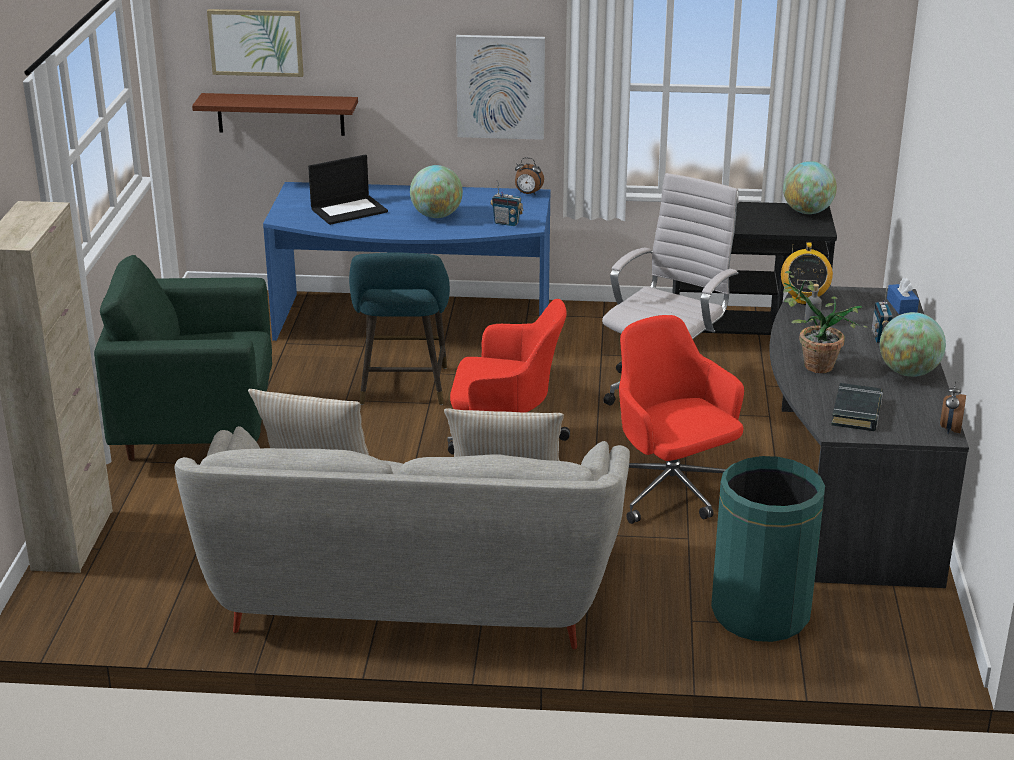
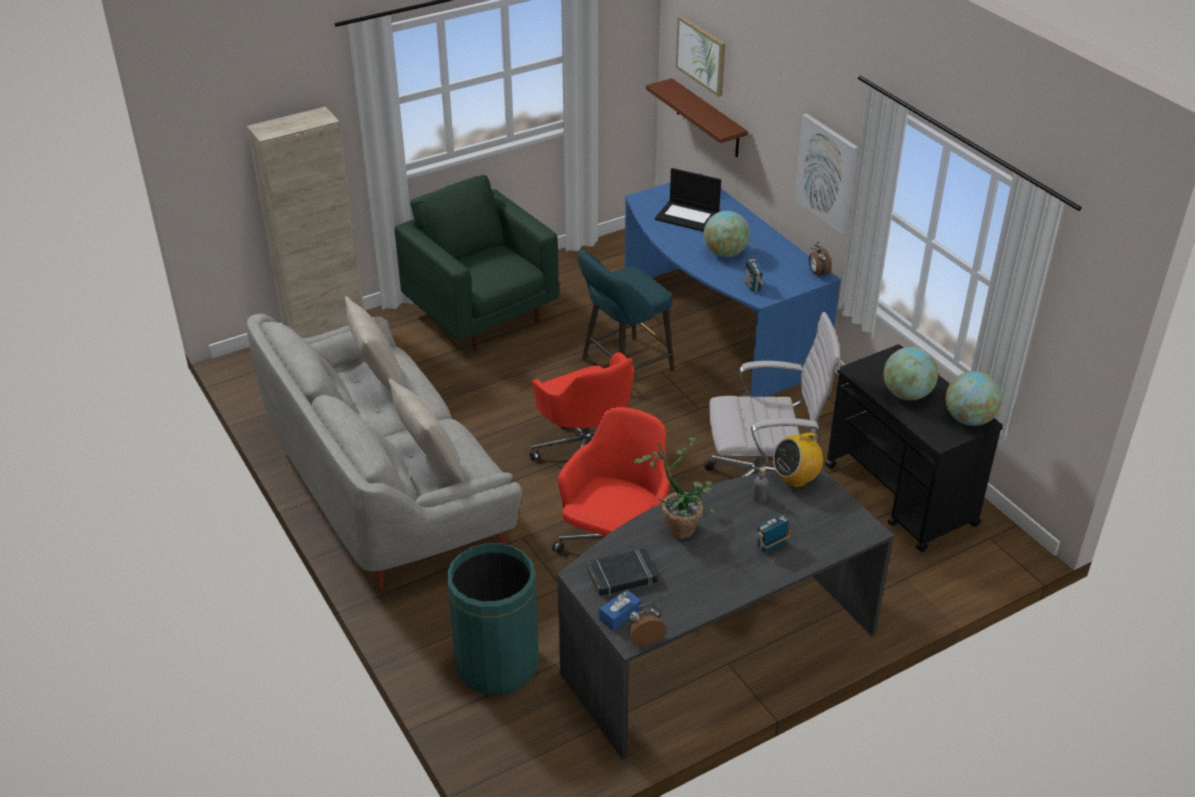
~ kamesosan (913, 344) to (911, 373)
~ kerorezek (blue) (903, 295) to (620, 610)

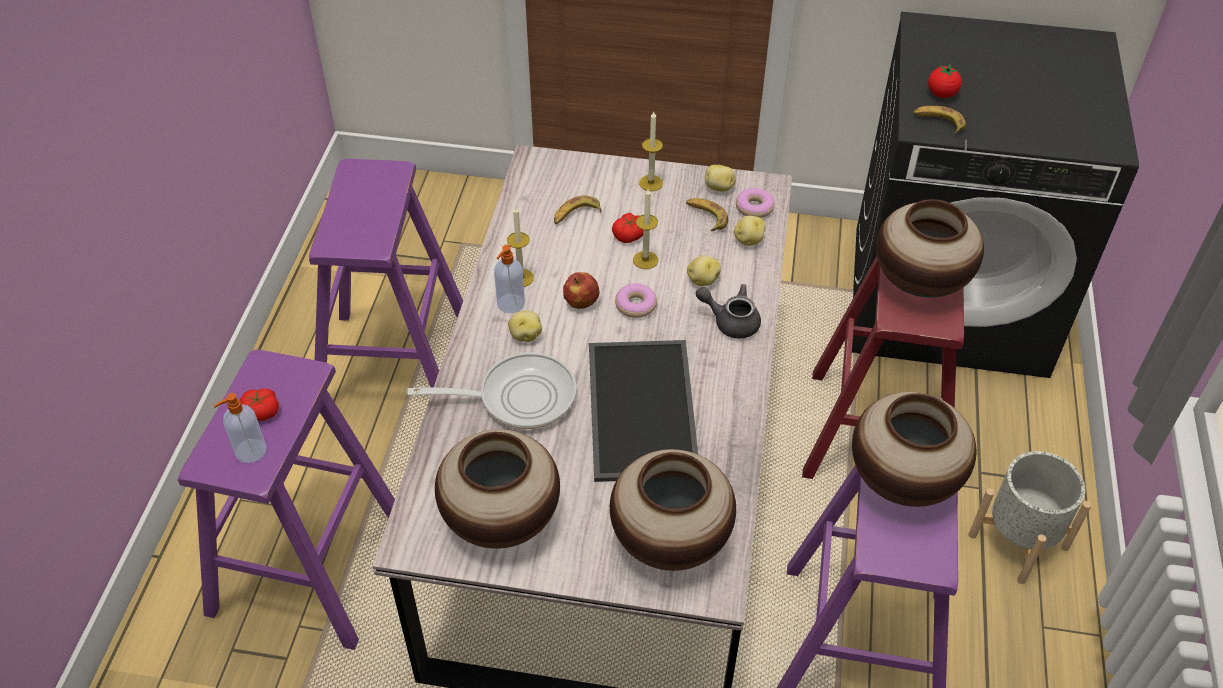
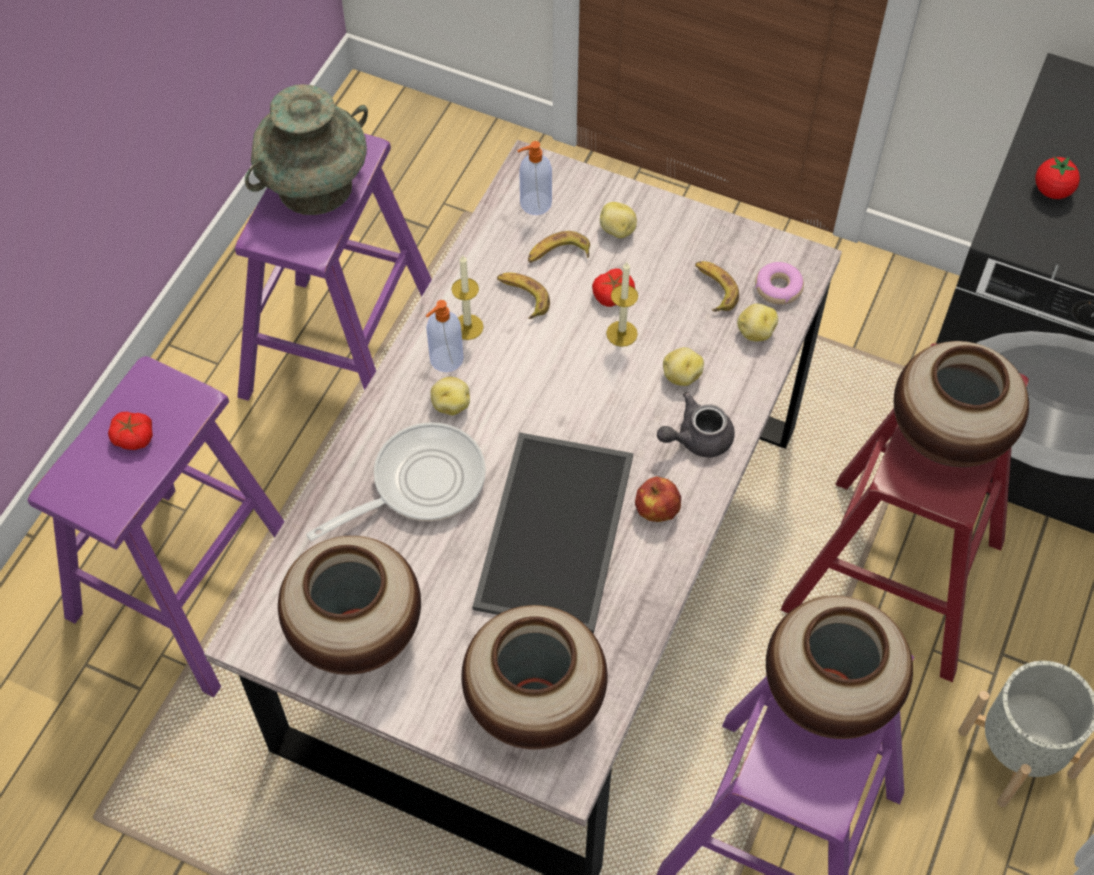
- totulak (636, 300)
- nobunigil (651, 151)
+ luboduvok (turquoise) (306, 149)
~ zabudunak (240, 428) to (534, 178)
~ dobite (581, 290) to (658, 499)
~ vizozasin (720, 178) to (618, 220)
~ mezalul (939, 120) to (523, 295)
~ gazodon (491, 390) = (396, 481) 45 degrees counterclockwise
~ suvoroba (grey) (728, 311) = (696, 424) 60 degrees counterclockwise

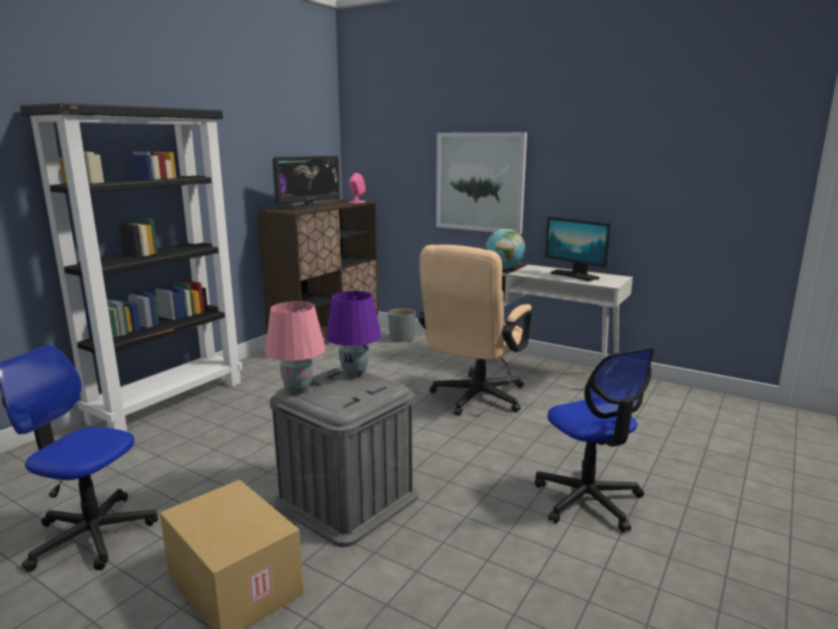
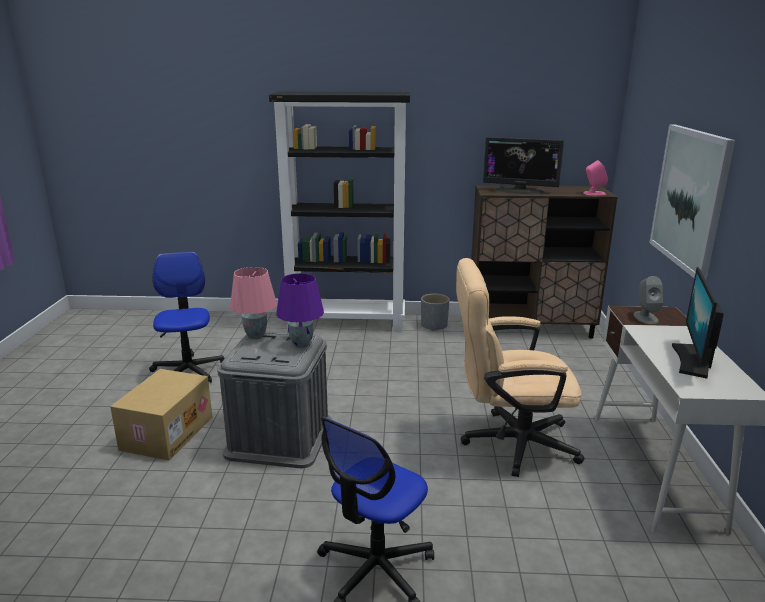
~ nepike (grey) (401, 325) to (435, 312)
~ kamesosan (505, 249) to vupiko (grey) (648, 300)

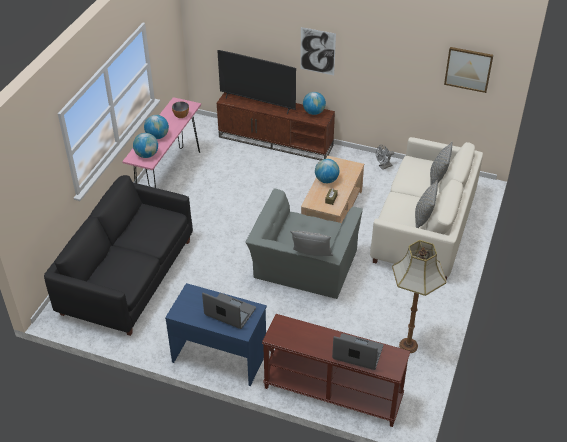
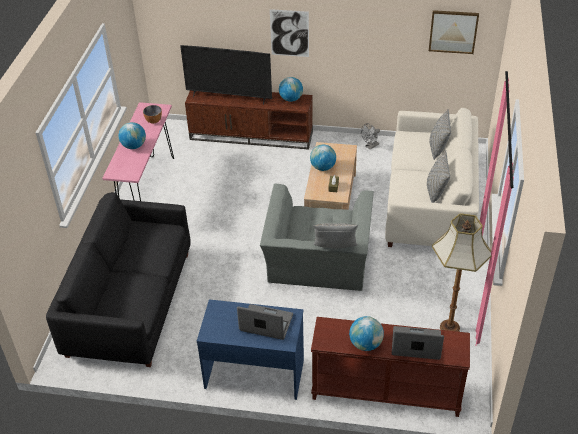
~ kamesosan (145, 145) to (366, 333)

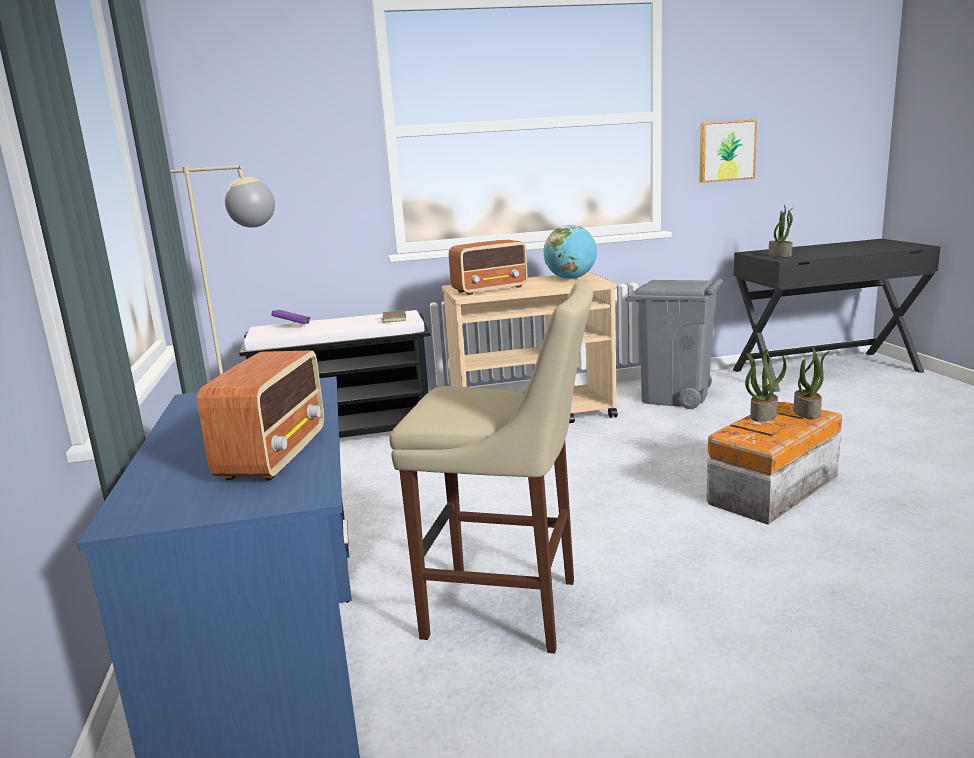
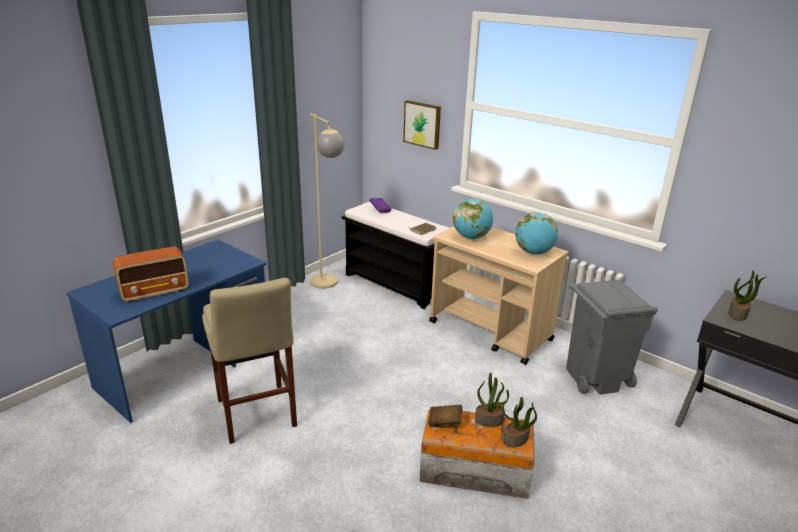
+ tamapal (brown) (445, 416)
~ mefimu (728, 151) to (422, 125)
~ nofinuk (488, 267) to kamesosan (473, 219)

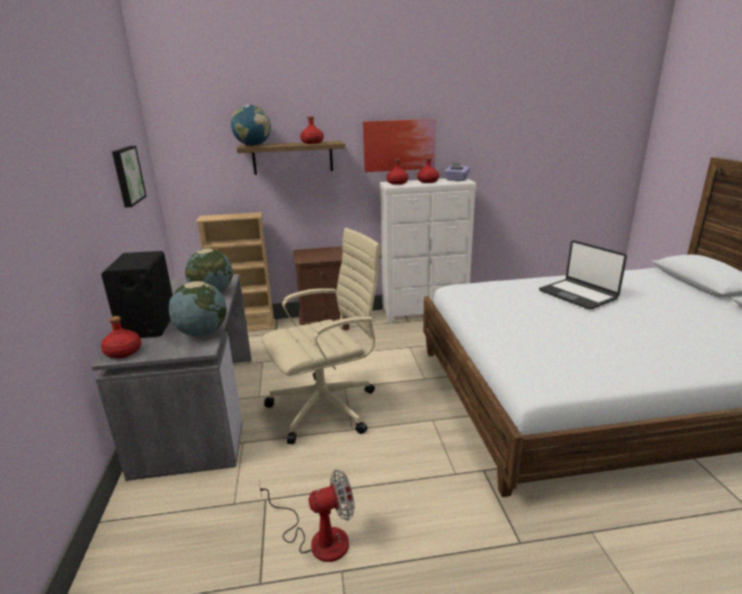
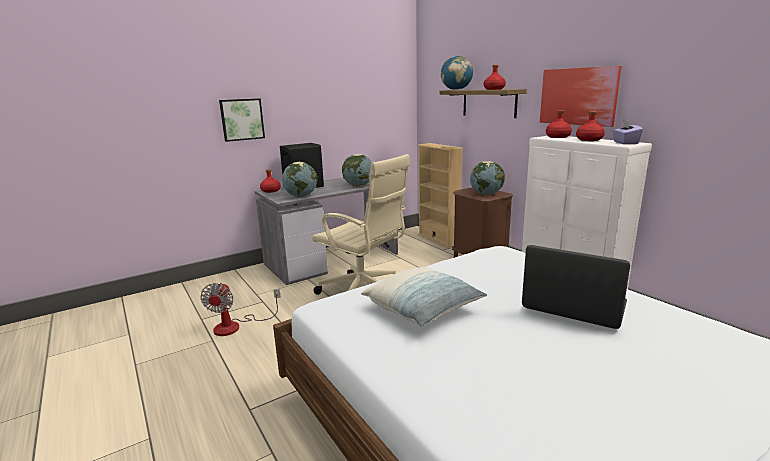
+ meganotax (424, 296)
+ kamesosan (487, 178)
~ mefimu (129, 177) to (242, 120)
~ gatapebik (306, 515) = (240, 309) 45 degrees clockwise
~ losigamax (583, 275) = (576, 287) 90 degrees clockwise

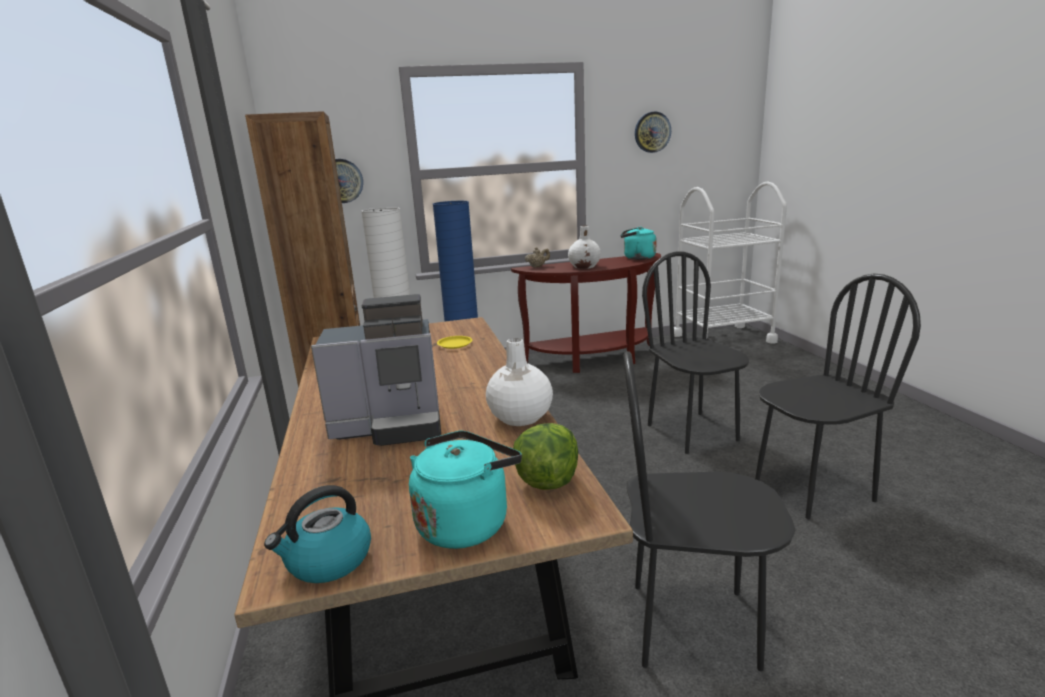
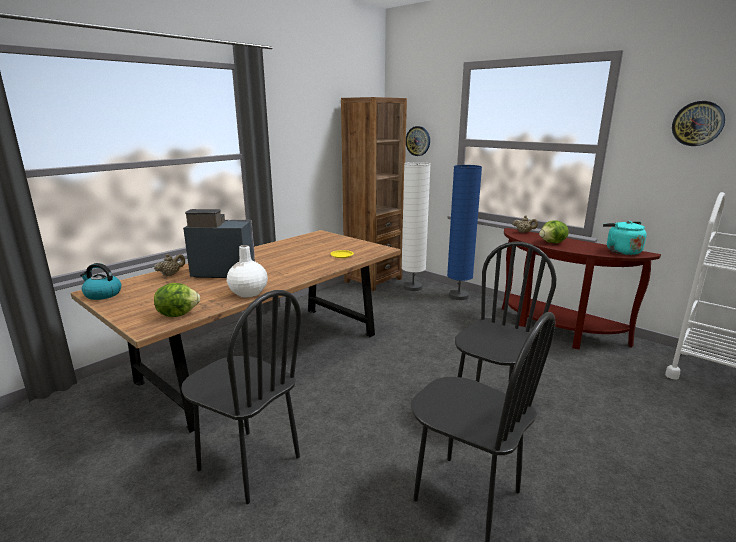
- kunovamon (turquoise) (465, 490)
+ suvoroba (beige) (169, 265)
~ luboduvok (white) (584, 247) to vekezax (554, 231)
~ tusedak (376, 370) = (219, 243) 135 degrees clockwise
~ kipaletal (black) (709, 511) = (241, 397) 150 degrees clockwise

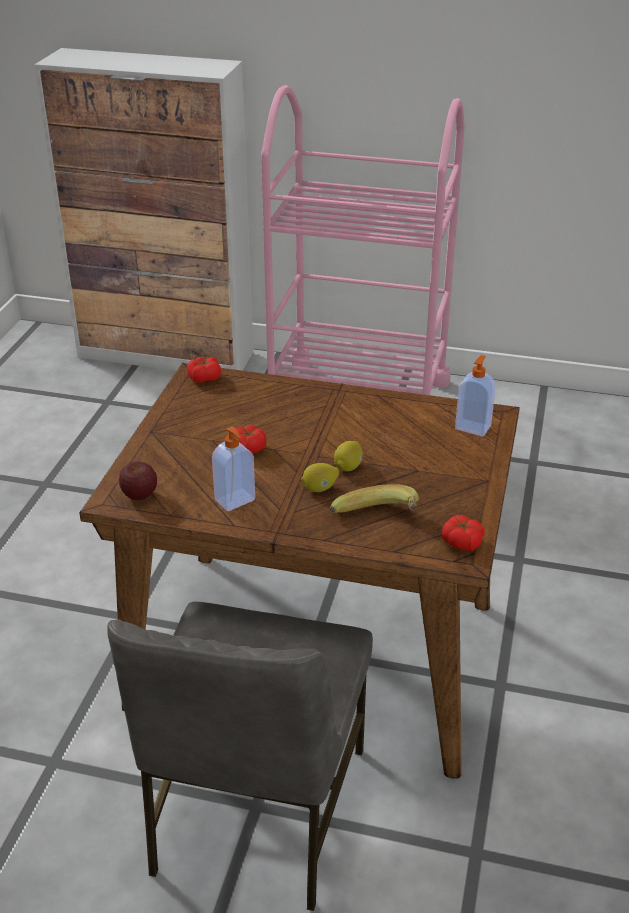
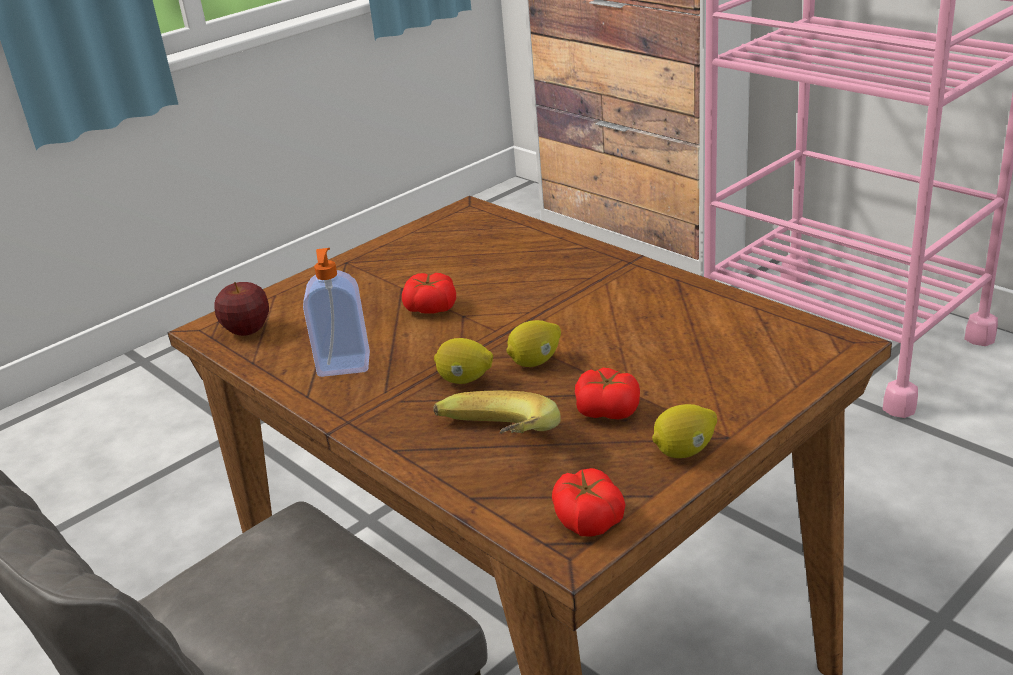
- zabudunak (475, 395)
+ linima (684, 431)
~ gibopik (204, 370) to (607, 393)

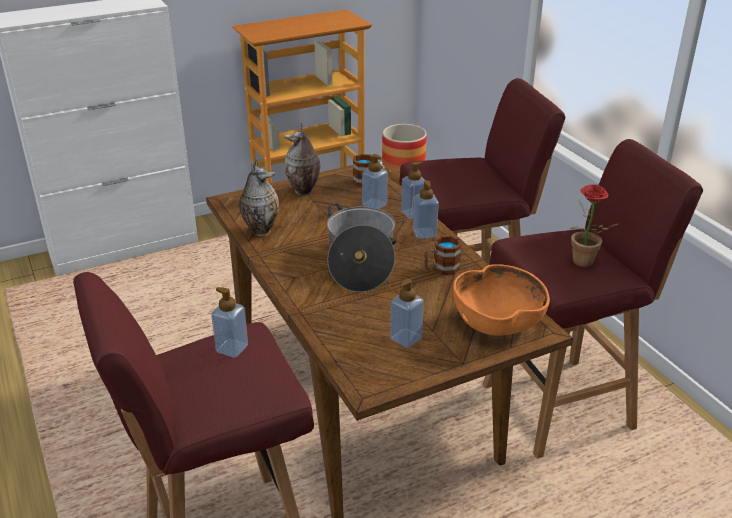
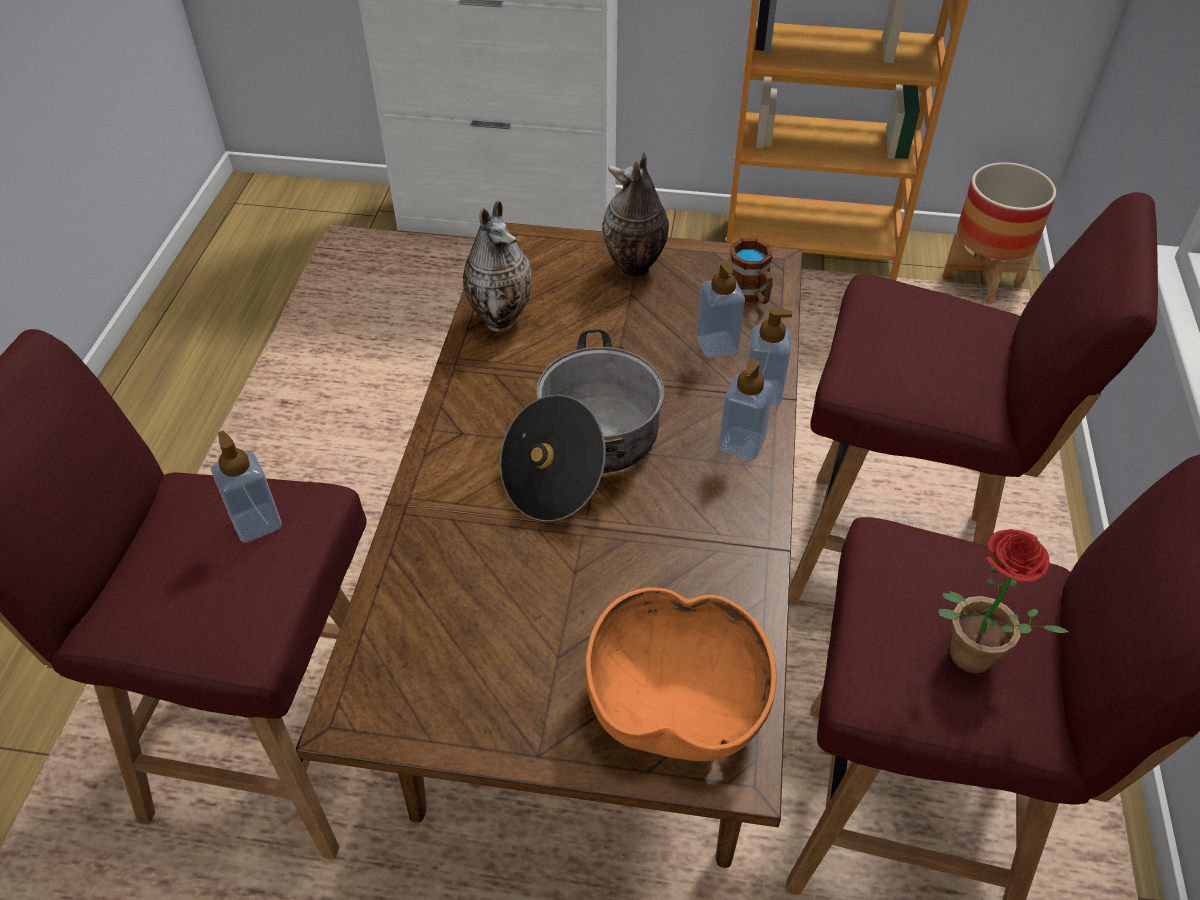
- zabudunak (407, 313)
- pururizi (442, 255)

